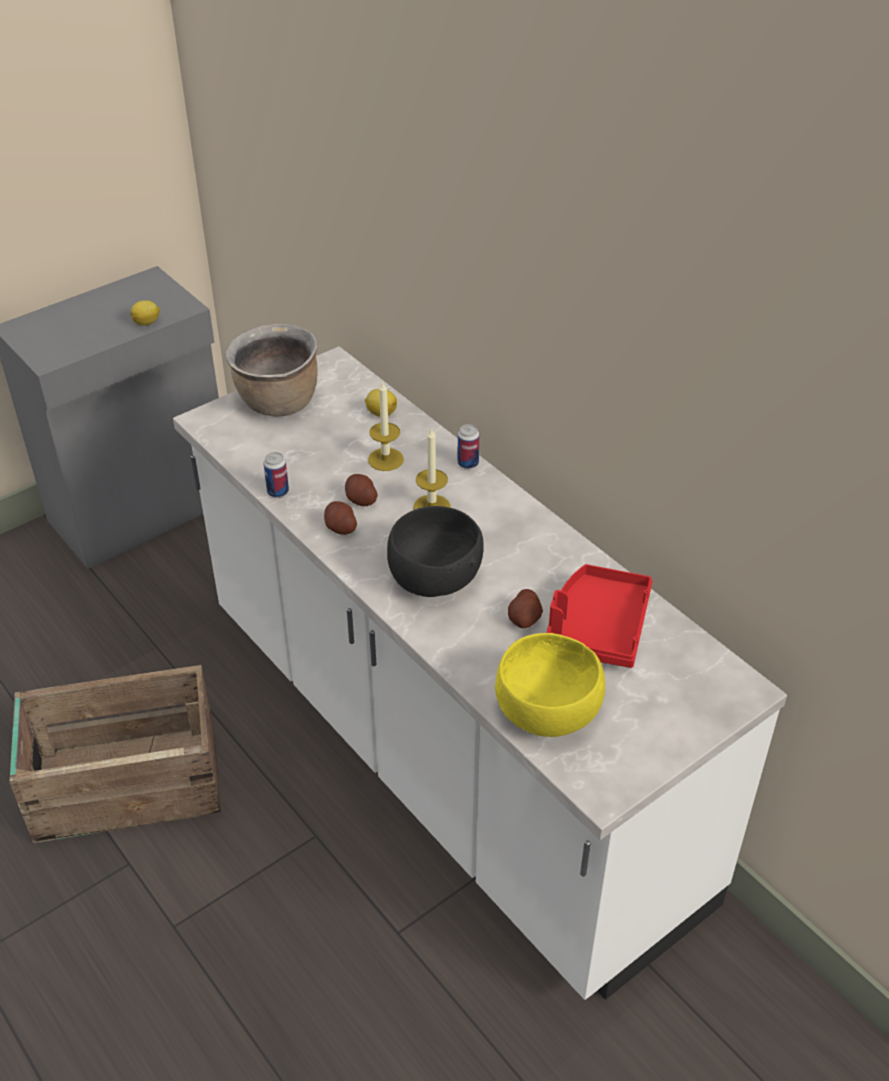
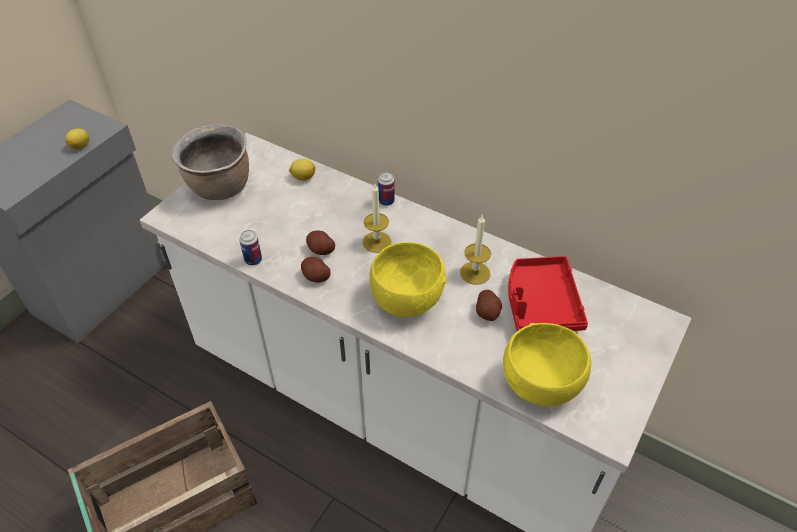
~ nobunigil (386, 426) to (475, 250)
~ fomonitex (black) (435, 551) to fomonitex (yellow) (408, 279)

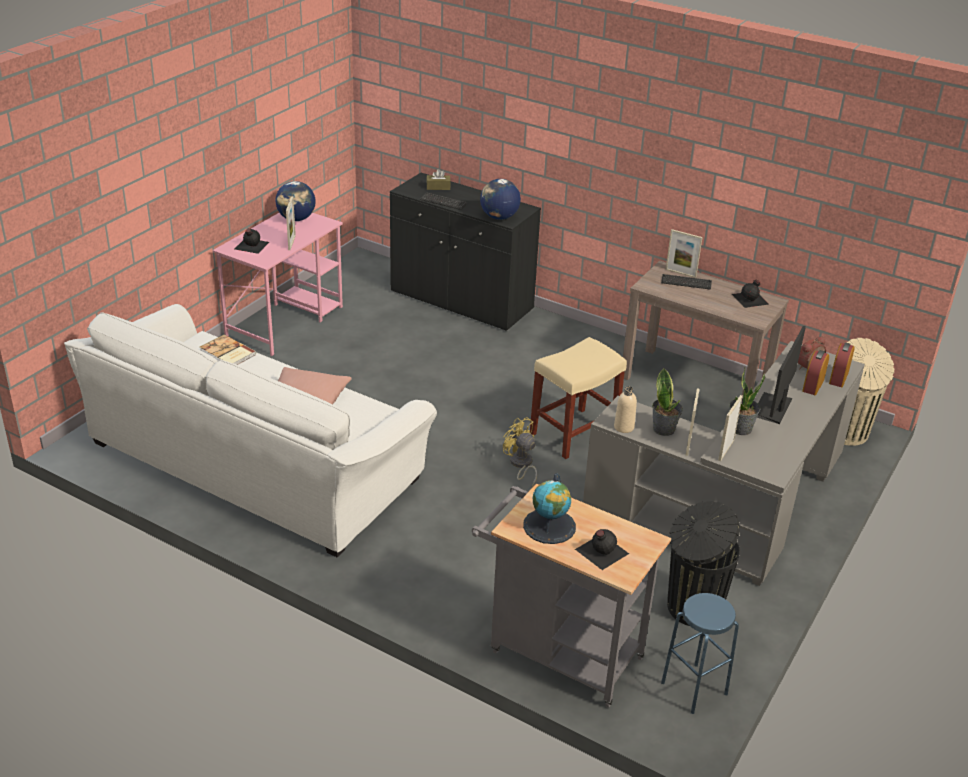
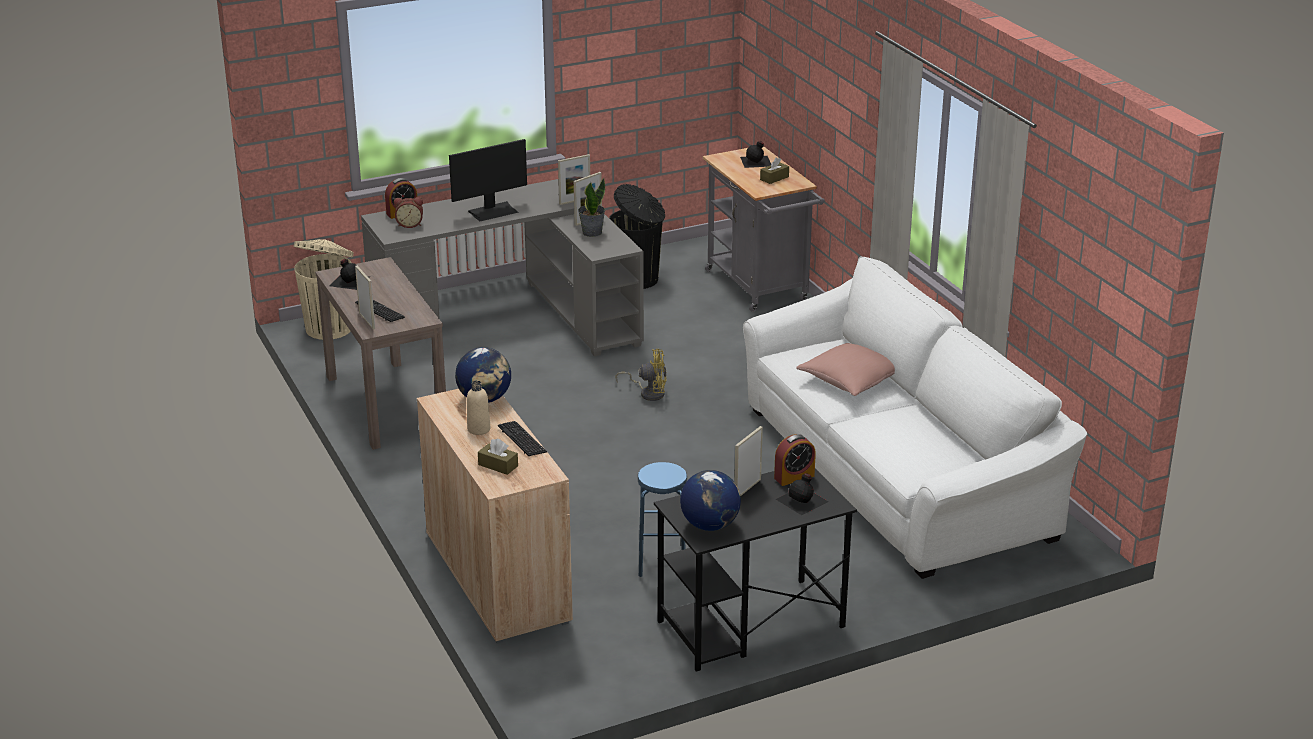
- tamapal (228, 349)
- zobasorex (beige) (578, 398)
- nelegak (747, 401)
~ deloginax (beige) (625, 409) to (478, 408)
~ zobasorex (blue) (700, 653) to (662, 519)
~ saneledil (815, 372) to (795, 460)
~ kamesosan (549, 508) to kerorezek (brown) (774, 170)
~ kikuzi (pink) (278, 284) to kikuzi (black) (755, 570)
~ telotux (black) (465, 252) to telotux (beige) (495, 516)
~ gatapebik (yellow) (520, 452) = (641, 375) 75 degrees counterclockwise

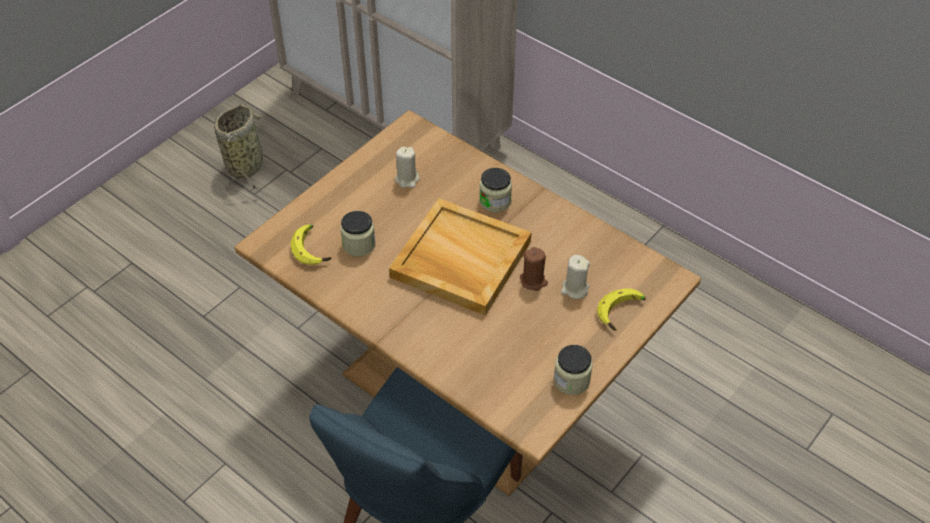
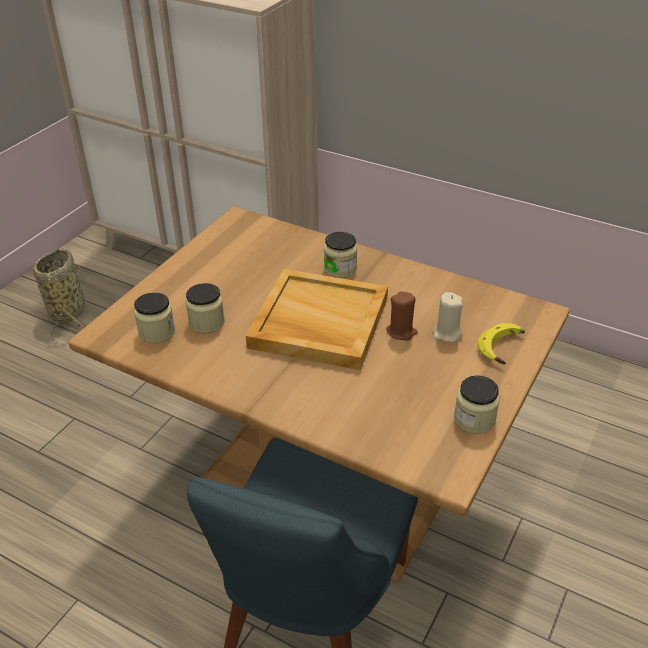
- nobunigil (beige) (407, 167)
~ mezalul (311, 245) to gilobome (154, 317)

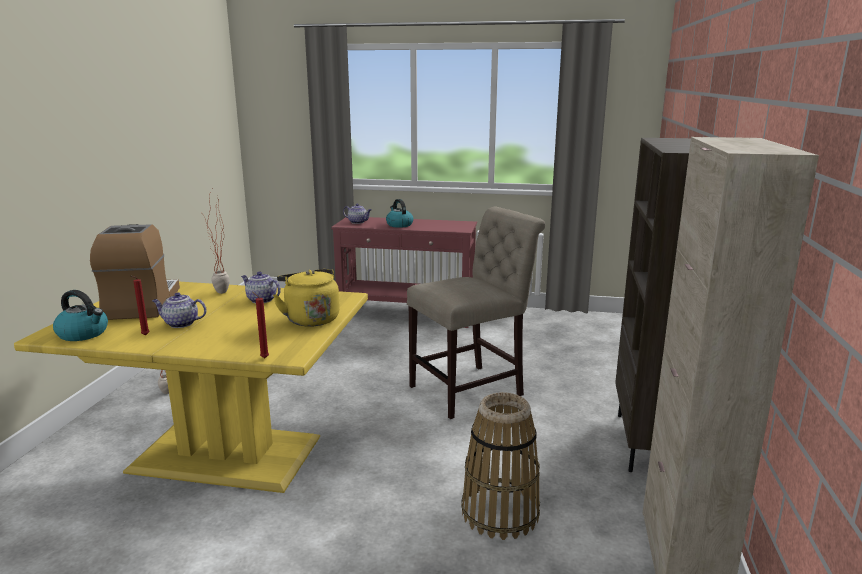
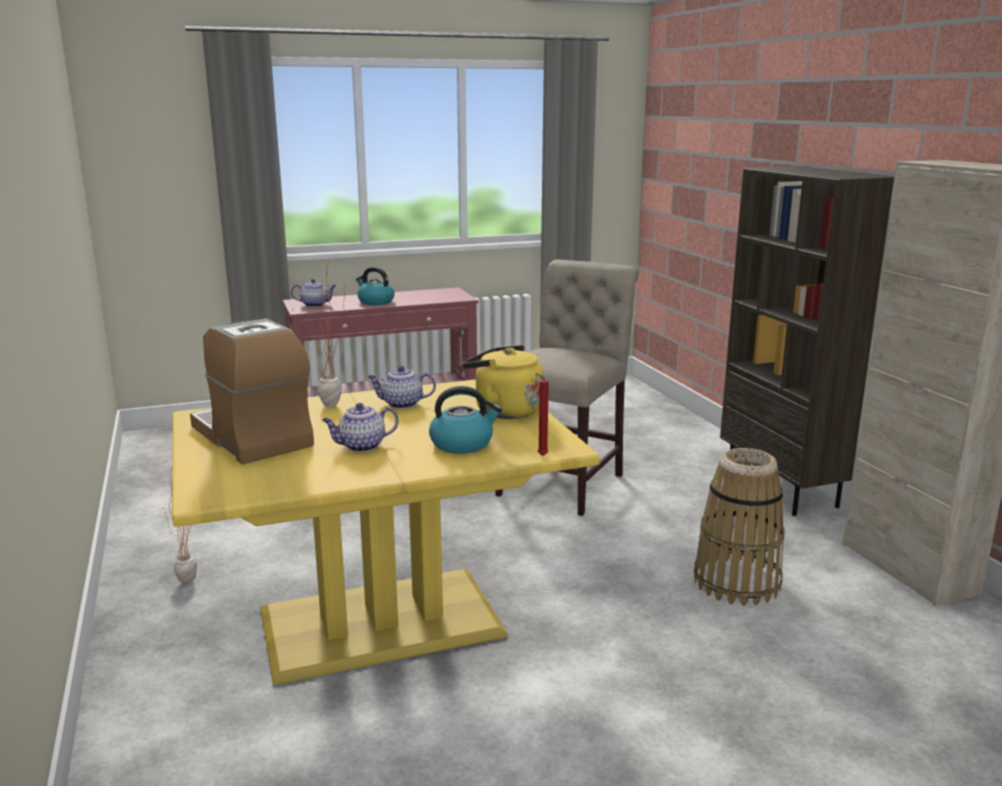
- nobunigil (red) (140, 305)
~ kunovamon (80, 315) to (465, 420)

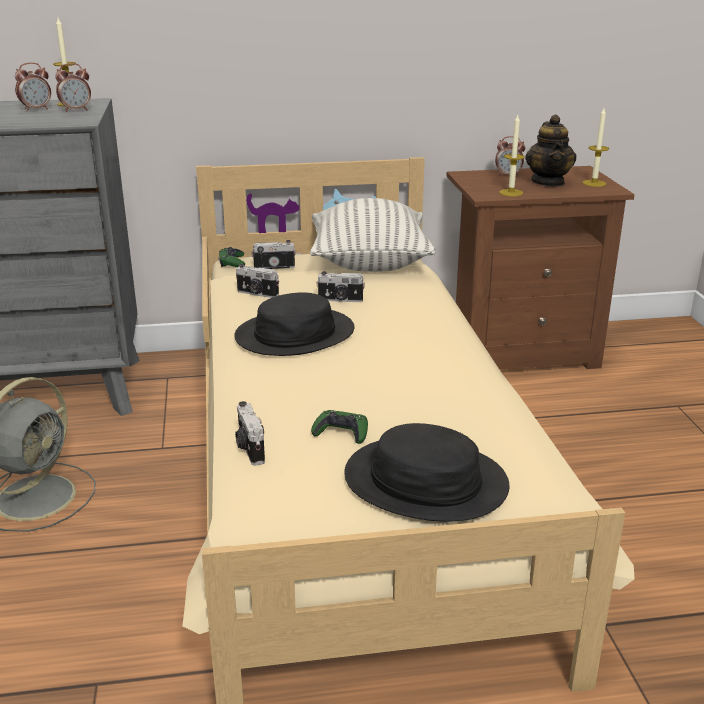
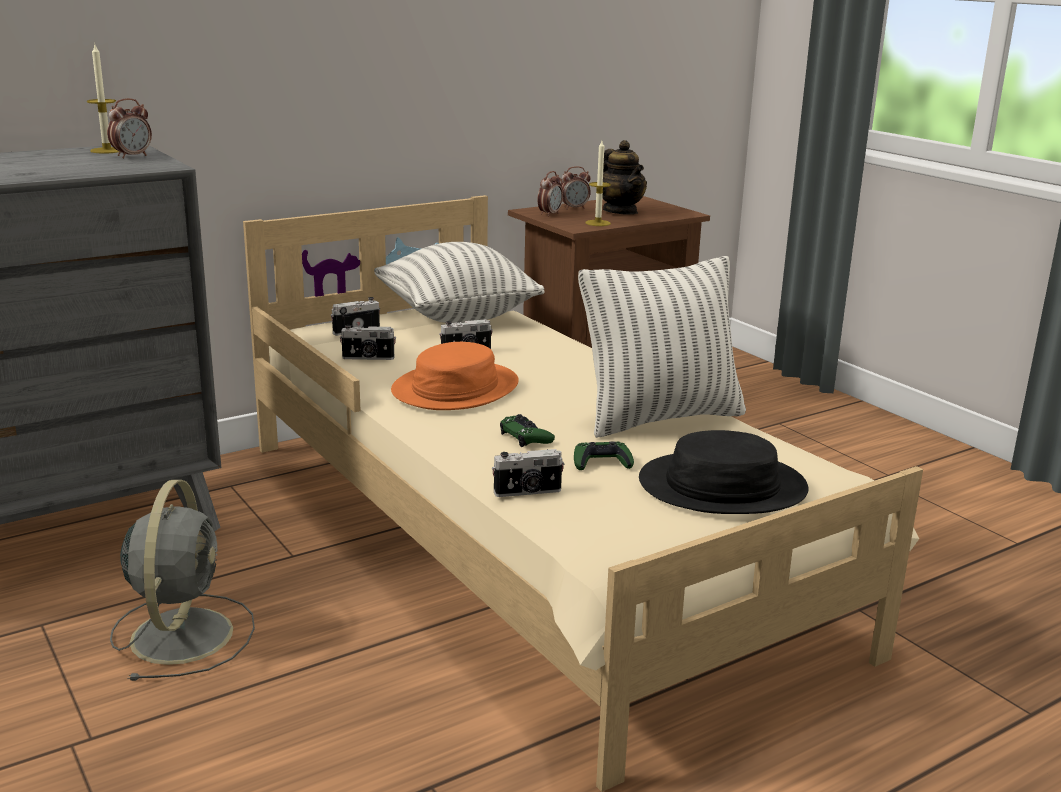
- nobunigil (595, 147)
+ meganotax (662, 347)
~ saneledil (33, 87) to (550, 194)
~ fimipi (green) (232, 257) to (527, 430)
~ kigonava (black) (294, 324) to kigonava (orange) (455, 376)
~ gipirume (250, 433) = (528, 473) 60 degrees counterclockwise

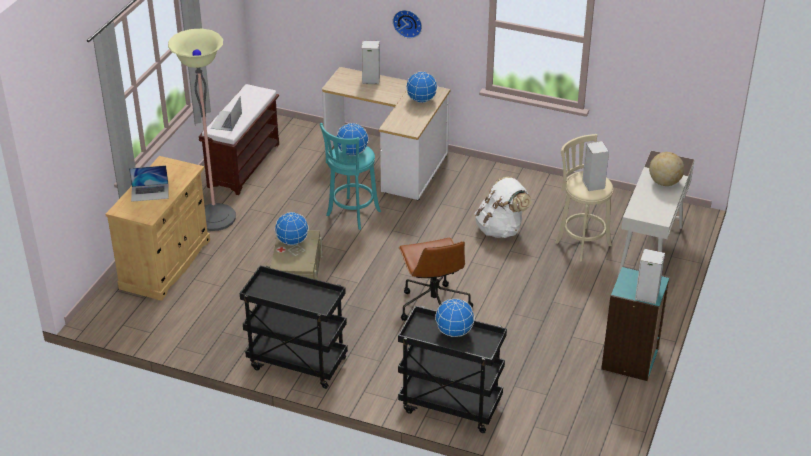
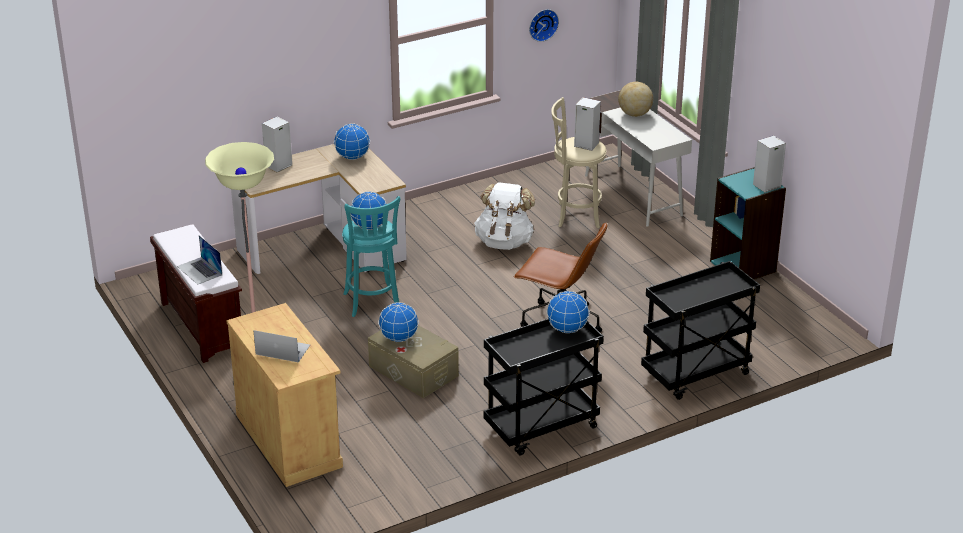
~ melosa (407, 24) to (544, 25)
~ kamesosan (455, 317) to (568, 312)
~ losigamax (149, 183) = (281, 346) 105 degrees counterclockwise

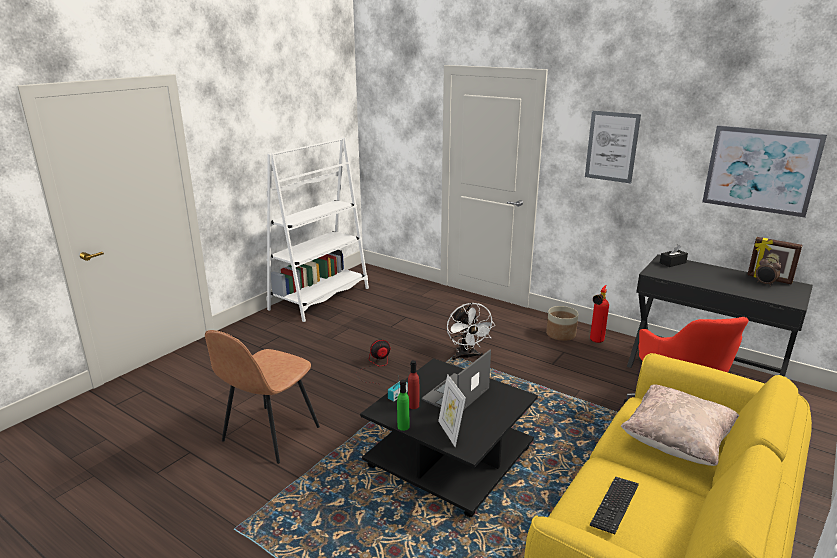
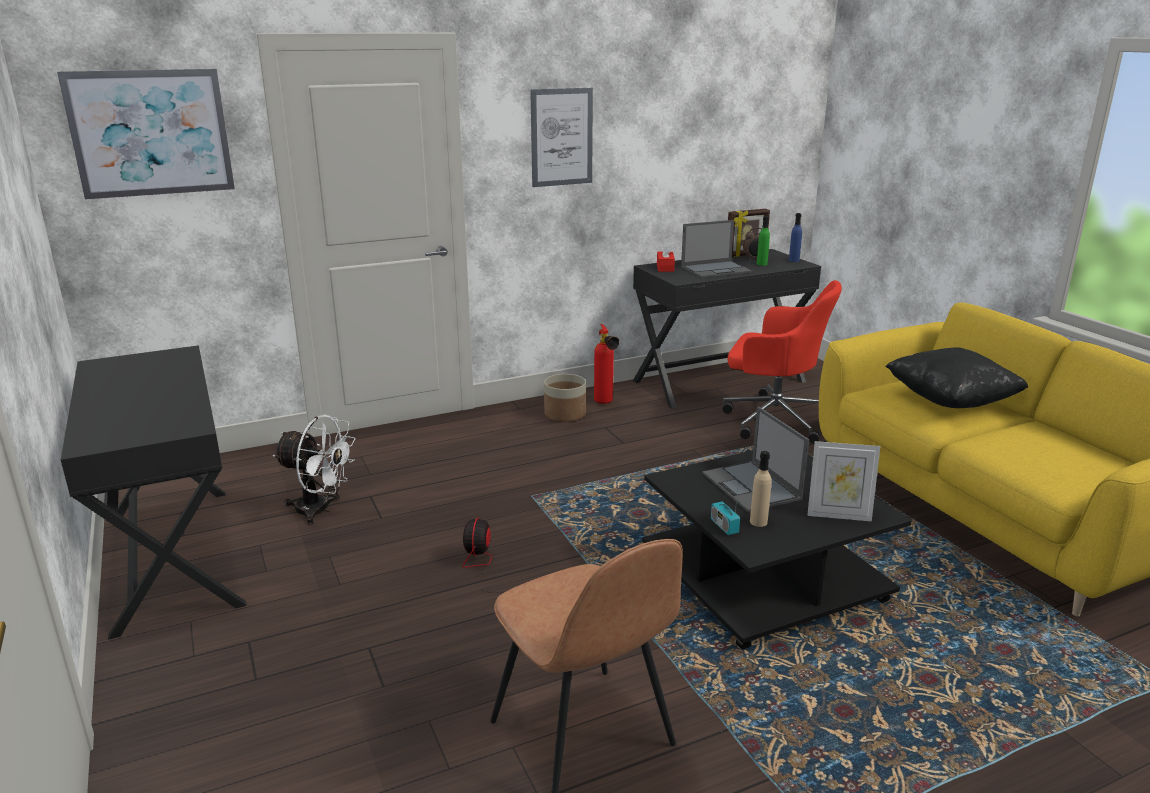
- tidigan (614, 505)
+ losigamax (716, 249)
+ deloginax (blue) (795, 237)
~ deloginax (green) (403, 405) to (763, 241)
~ gatapebik (white) (471, 331) to (314, 470)
~ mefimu (764, 171) to (146, 134)
~ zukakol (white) (317, 230) to kikuzi (black) (154, 492)
~ deloginax (red) (413, 384) to deloginax (beige) (760, 489)
~ meganotax (beige) (679, 425) to meganotax (black) (956, 377)
~ kerorezek (black) (674, 255) to kerorezek (red) (666, 257)

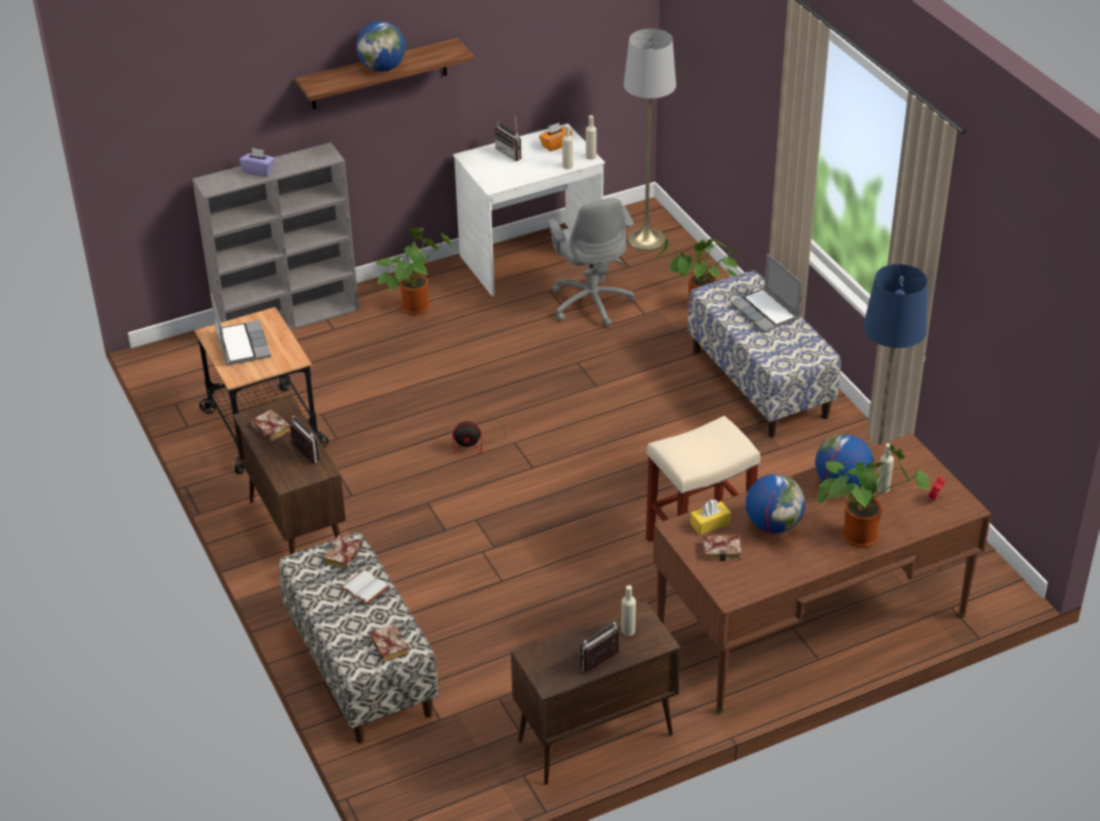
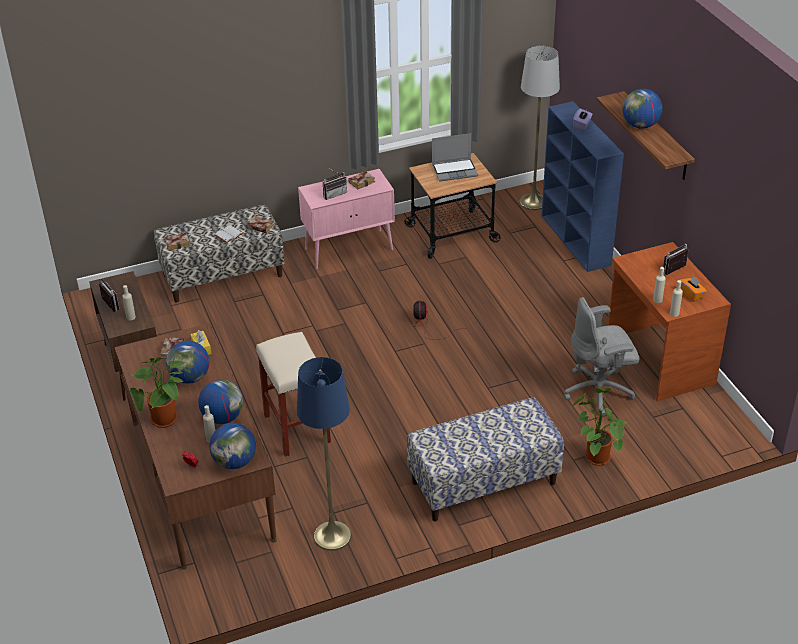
- nelegak (414, 270)
- losigamax (766, 293)
+ kamesosan (232, 446)
~ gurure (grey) (650, 140) to (539, 128)
~ zukakol (grey) (275, 236) to zukakol (blue) (583, 186)
~ telotux (brown) (289, 475) to telotux (pink) (346, 219)
~ kikuzi (white) (529, 209) to kikuzi (brown) (669, 321)

